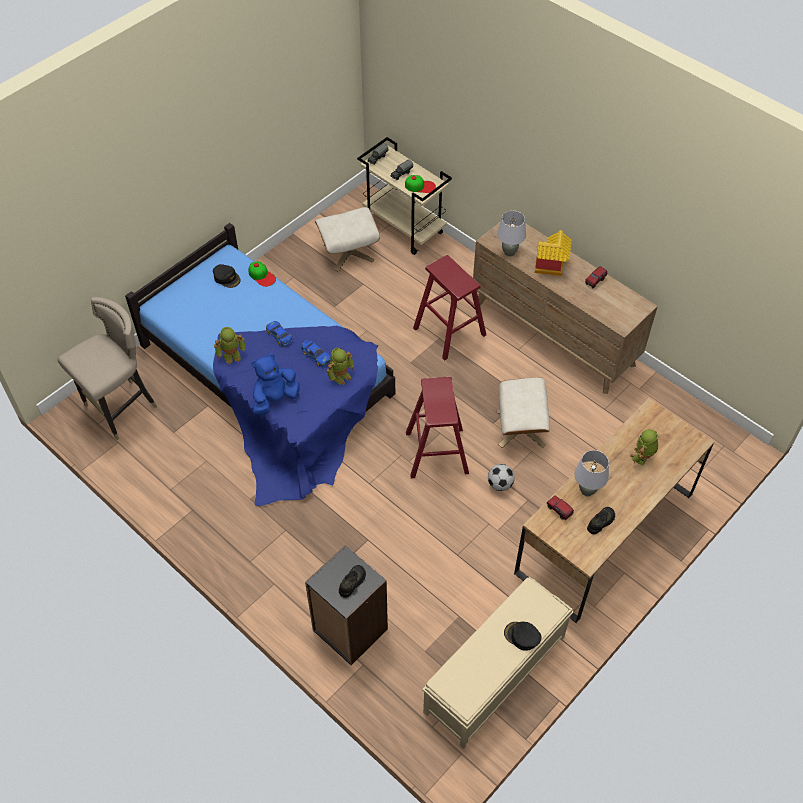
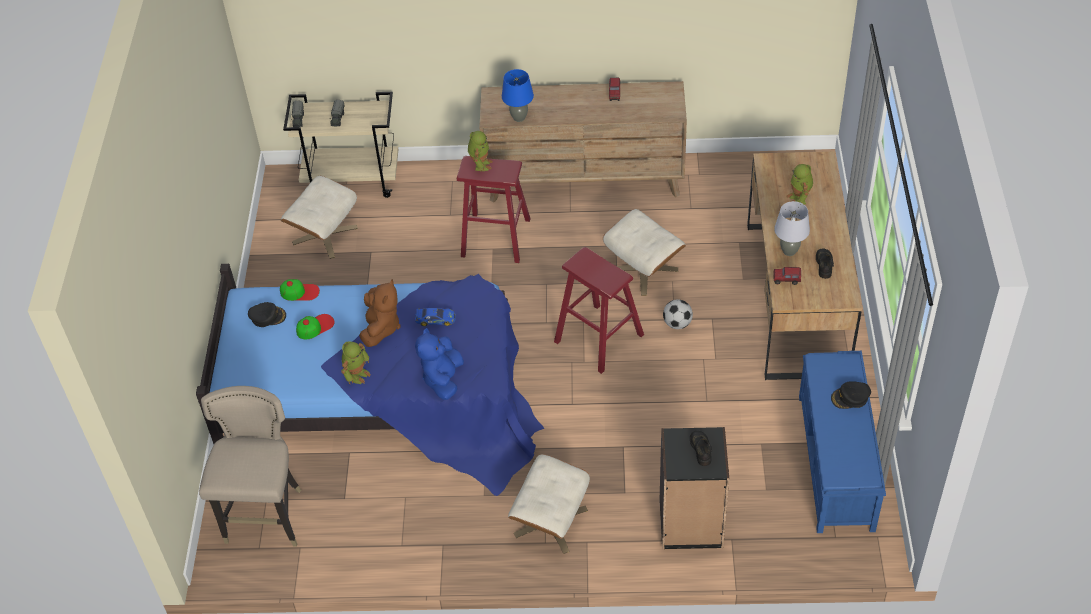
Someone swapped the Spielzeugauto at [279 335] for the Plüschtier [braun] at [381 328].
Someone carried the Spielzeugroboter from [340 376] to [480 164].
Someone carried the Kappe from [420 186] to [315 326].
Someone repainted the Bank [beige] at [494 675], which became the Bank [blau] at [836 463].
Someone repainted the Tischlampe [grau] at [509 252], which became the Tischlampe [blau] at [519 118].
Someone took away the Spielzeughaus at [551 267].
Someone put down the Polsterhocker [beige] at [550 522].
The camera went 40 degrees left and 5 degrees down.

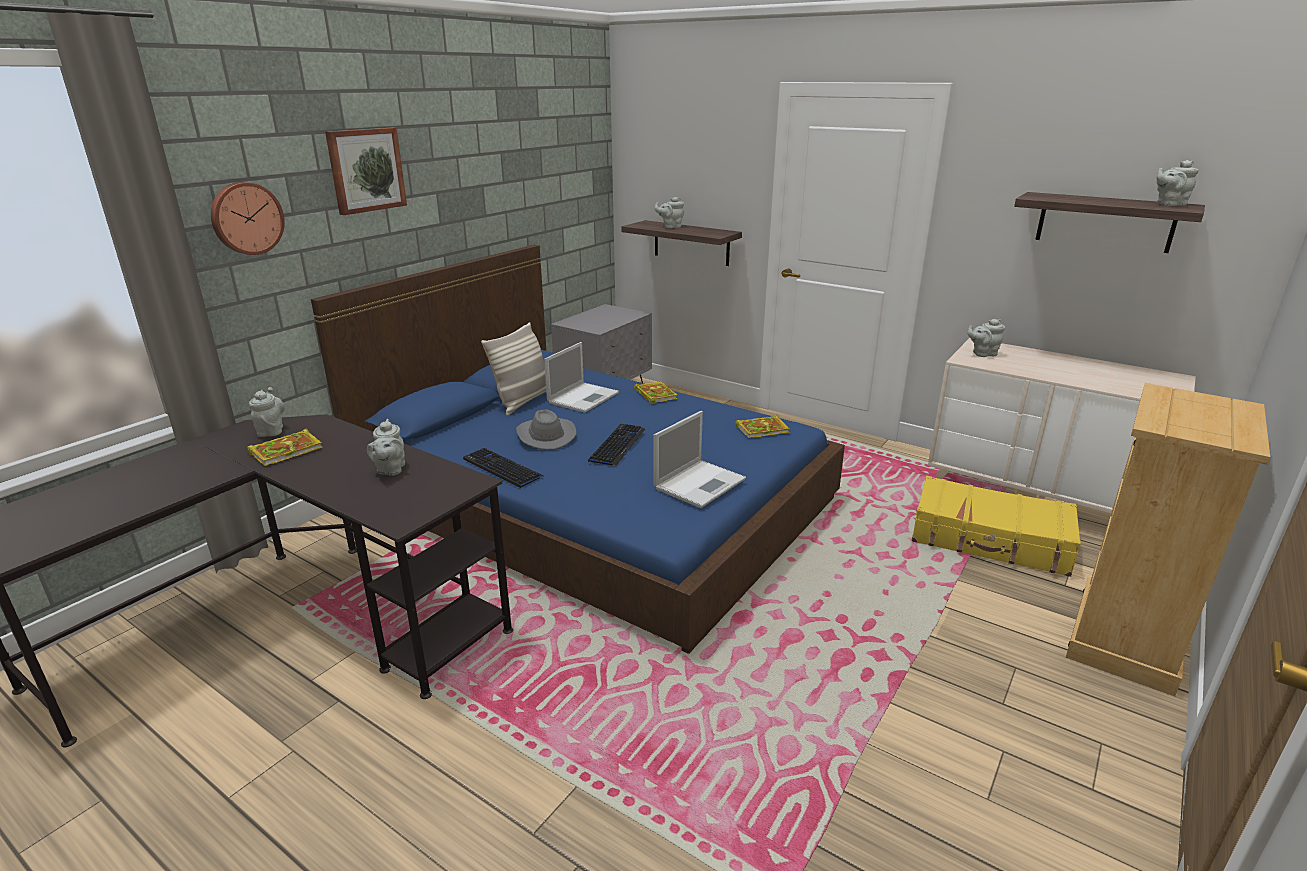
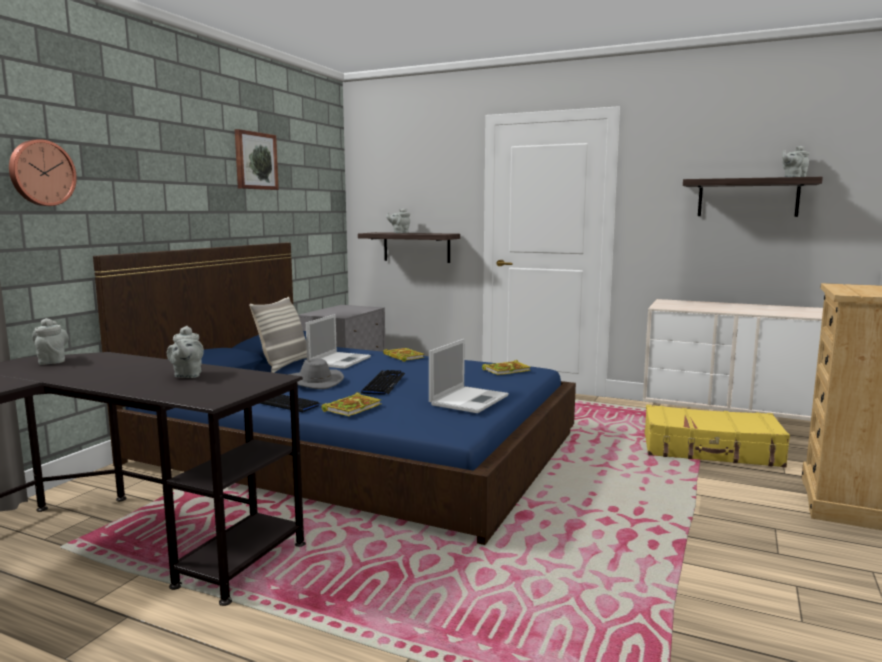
Someone carried the Buch from [288 450] to [353 407].
Someone carried the Bild from [366 170] to [255 161].
Someone took away the Teekanne [grau] at [982 354].
The camera went 10 degrees left and 15 degrees down.

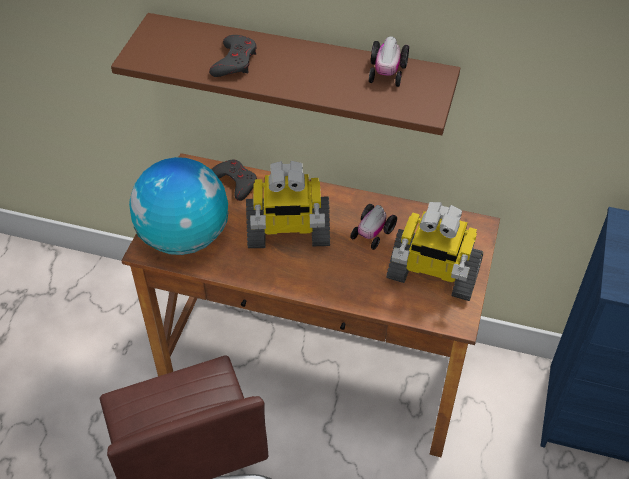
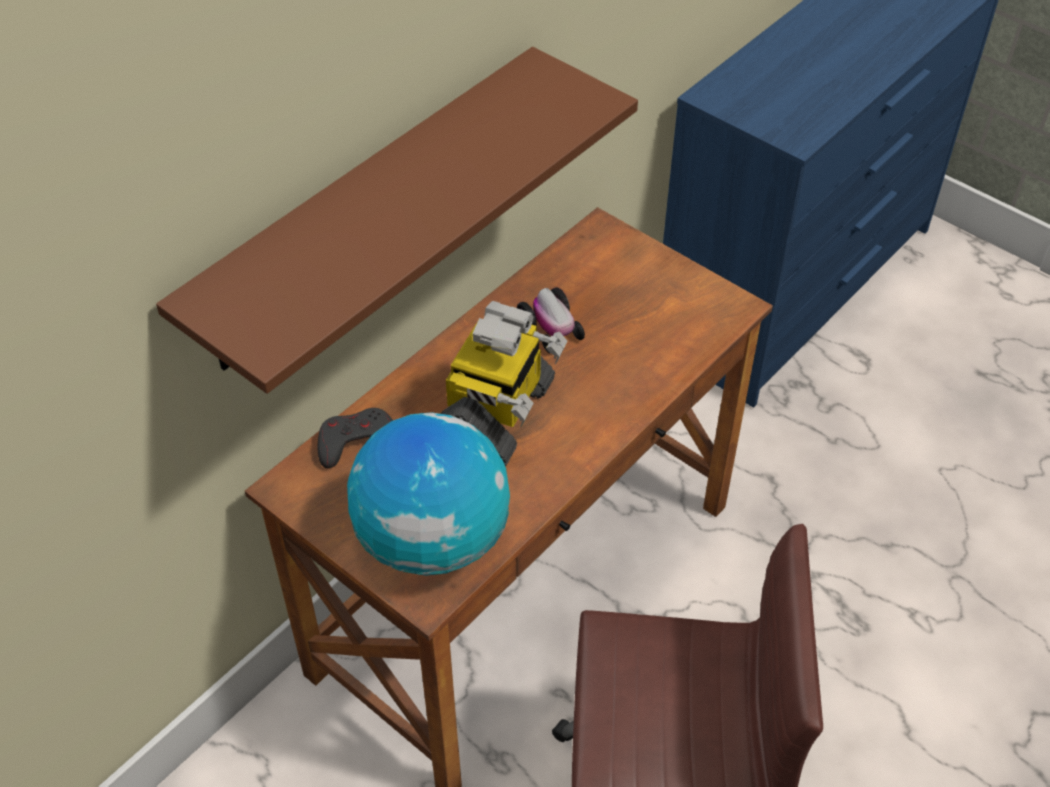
Someone took away the Gamepad [grau] at [235 61].
Someone took away the Spielzeugauto at [387 72].
Someone took away the Spielzeugroboter at [432 274].
The camera went 65 degrees left and 0 degrees up.

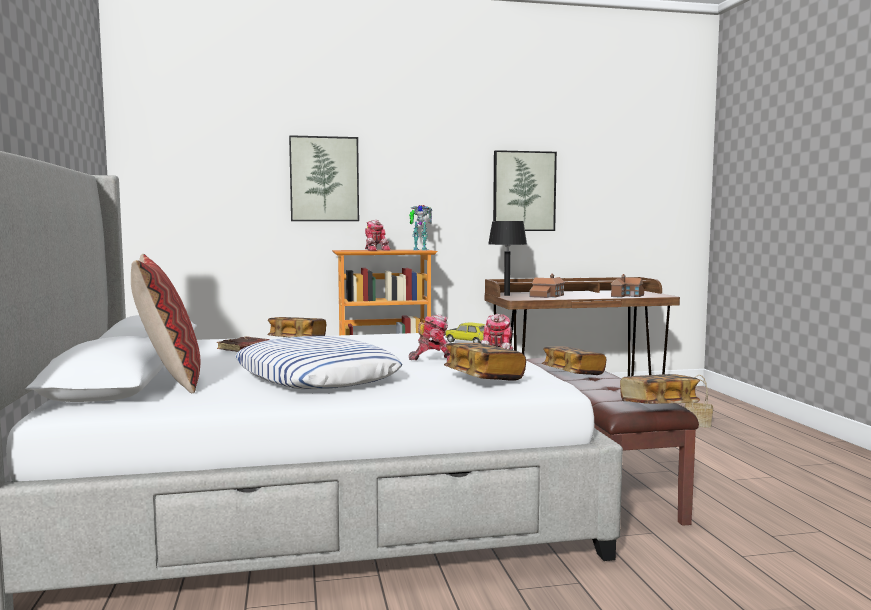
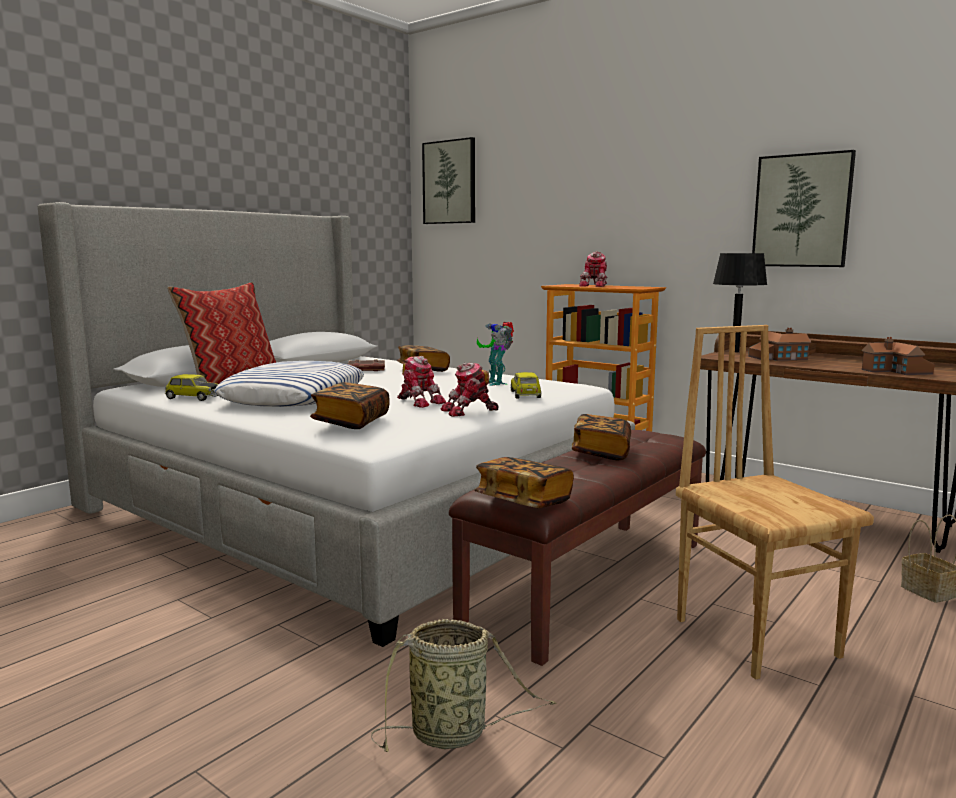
Someone carried the Bild from [324 179] to [450 182].
Someone carried the Spielzeugroboter from [419 249] to [496 383].
Someone put down the Spielzeugauto at [193 397].
Someone put down the Korb at [454 733].
Someone put down the Stuhl [braun] at [757 636].
The camera went 50 degrees right and 5 degrees up.

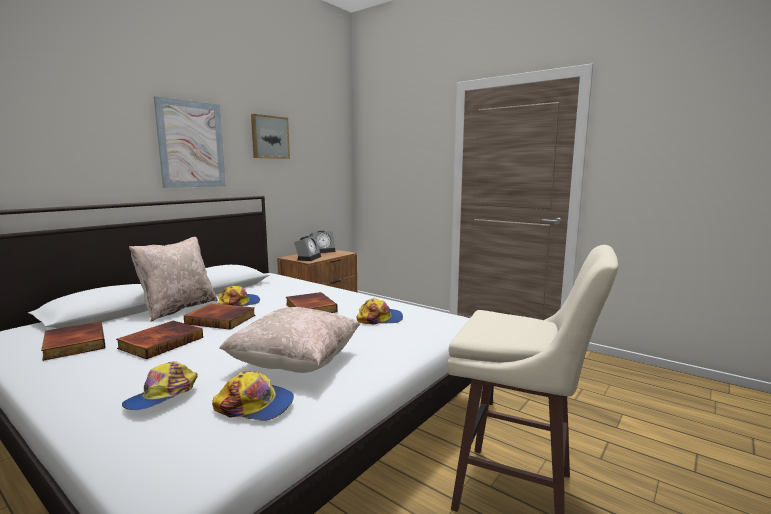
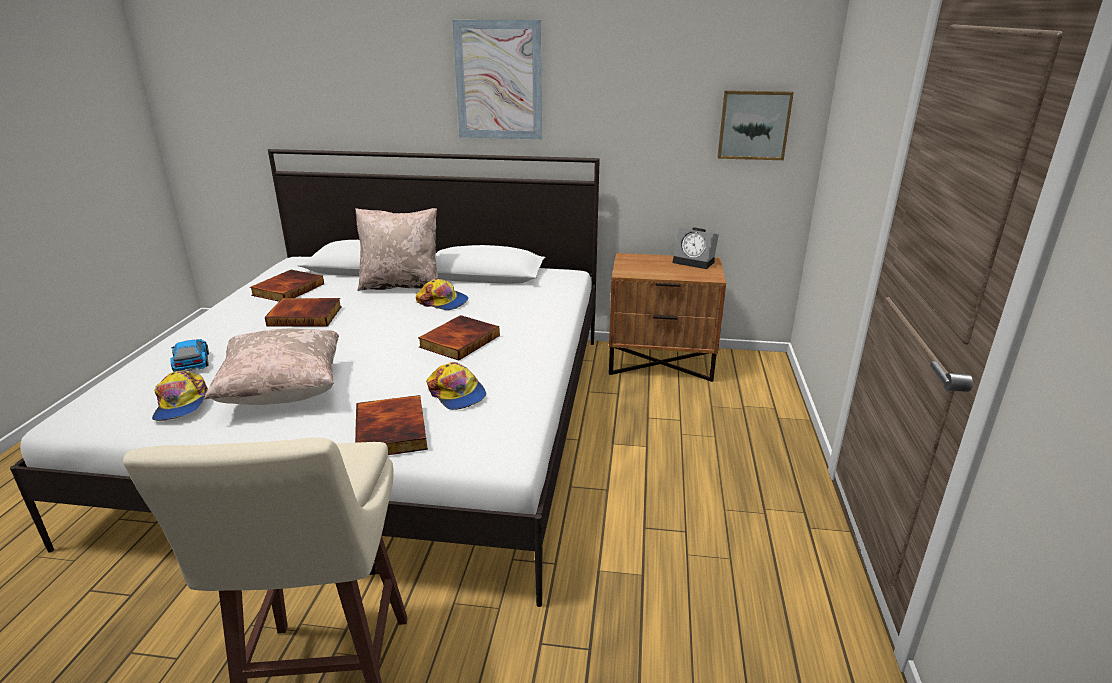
Someone swapped the Kappe at [162 396] for the Spielzeugauto at [192 362].
Someone carried the Buch from [222 319] to [393 431].
Someone carried the Bild from [269 137] to [753 125].
Someone took away the Wecker at [308 258].
The camera went 60 degrees right and 15 degrees up.

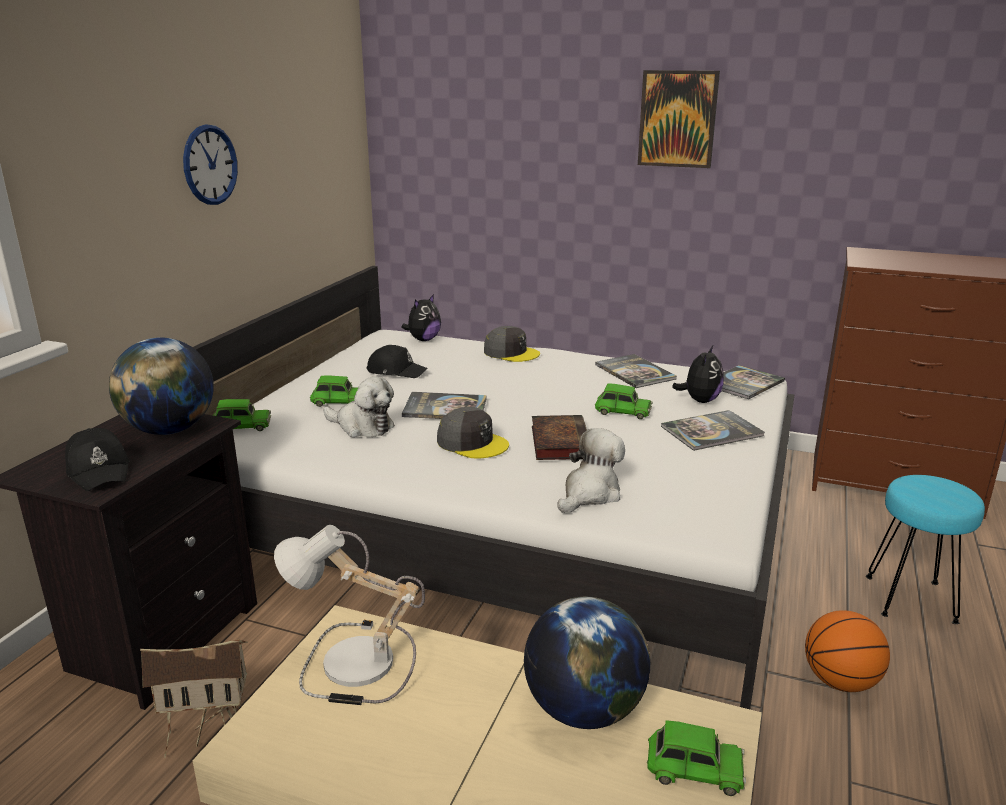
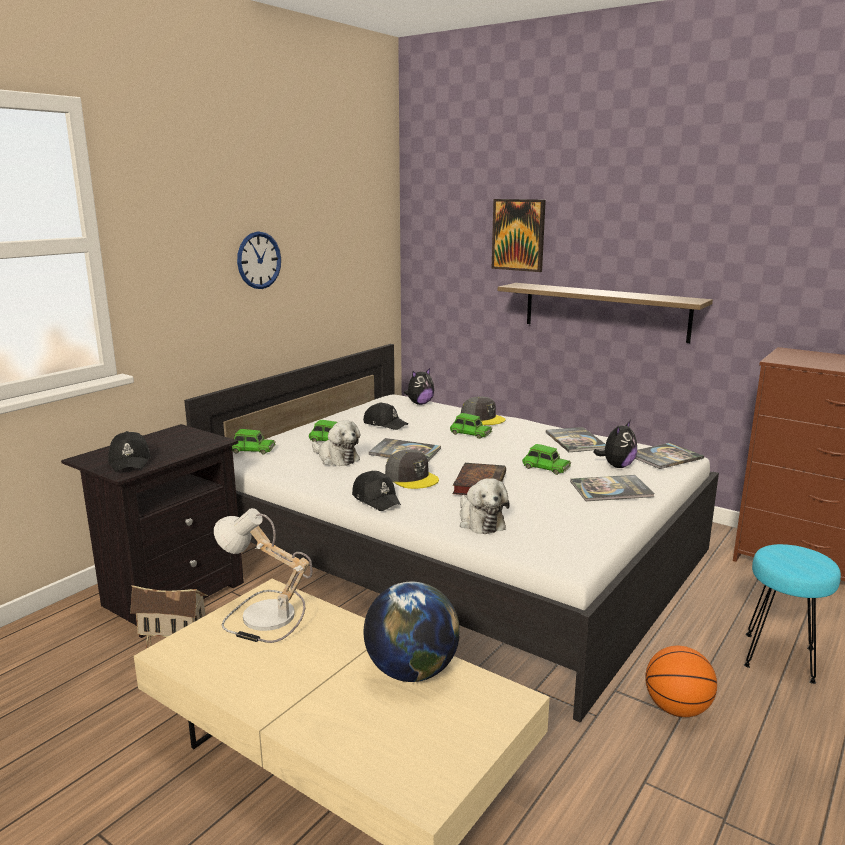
Someone took away the Globus at [170 430].
Someone rotated the Plüschtier at [590 494] by 105 degrees clockwise.
Someone carried the Bild from [677 119] to [518 235].
Someone carried the Spielzeugauto [grün] from [694 768] to [470 433].
Someone put down the Kappe [schwarz] at [376 499].
Someone put up the Wandregal at [605 311].
The camera went 15 degrees right and 5 degrees down.

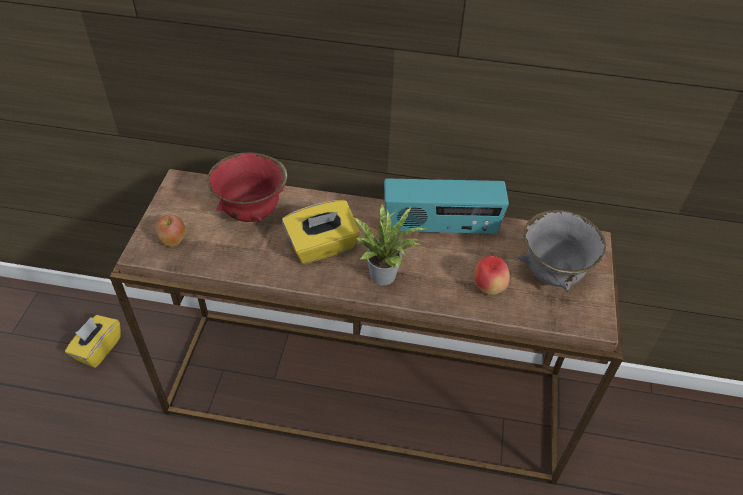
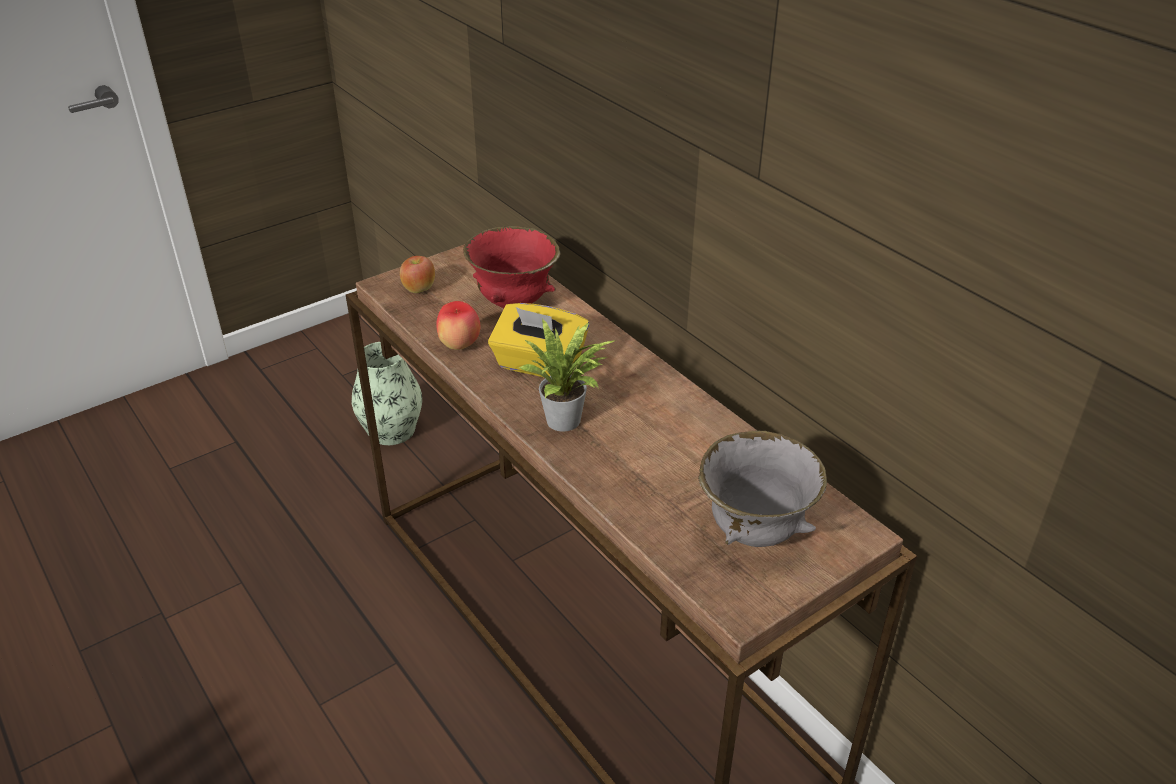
Someone swapped the Taschentuchbox [gelb] at [98 349] for the Vase at [391 430].
Someone took away the Radio at [440 228].
Someone carried the Apfel from [488 288] to [459 345].
The camera went 45 degrees right and 10 degrees down.

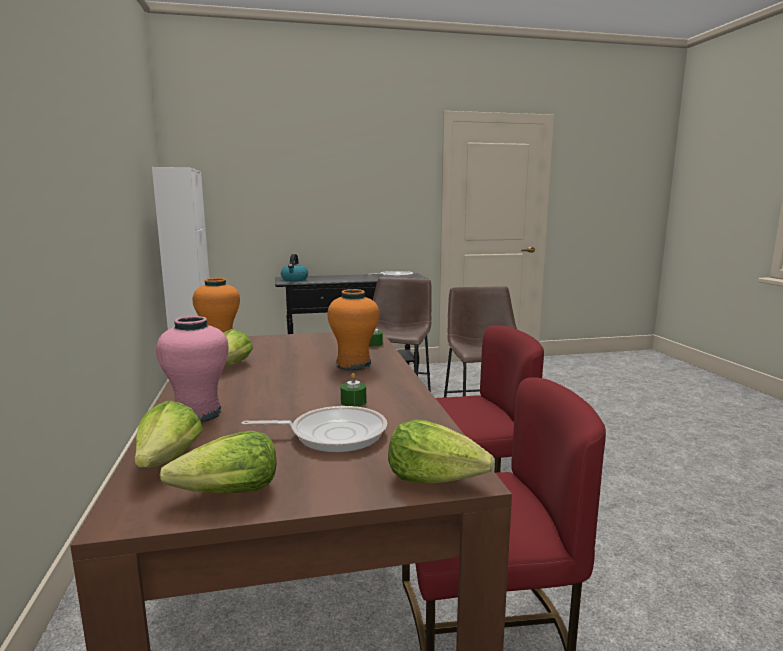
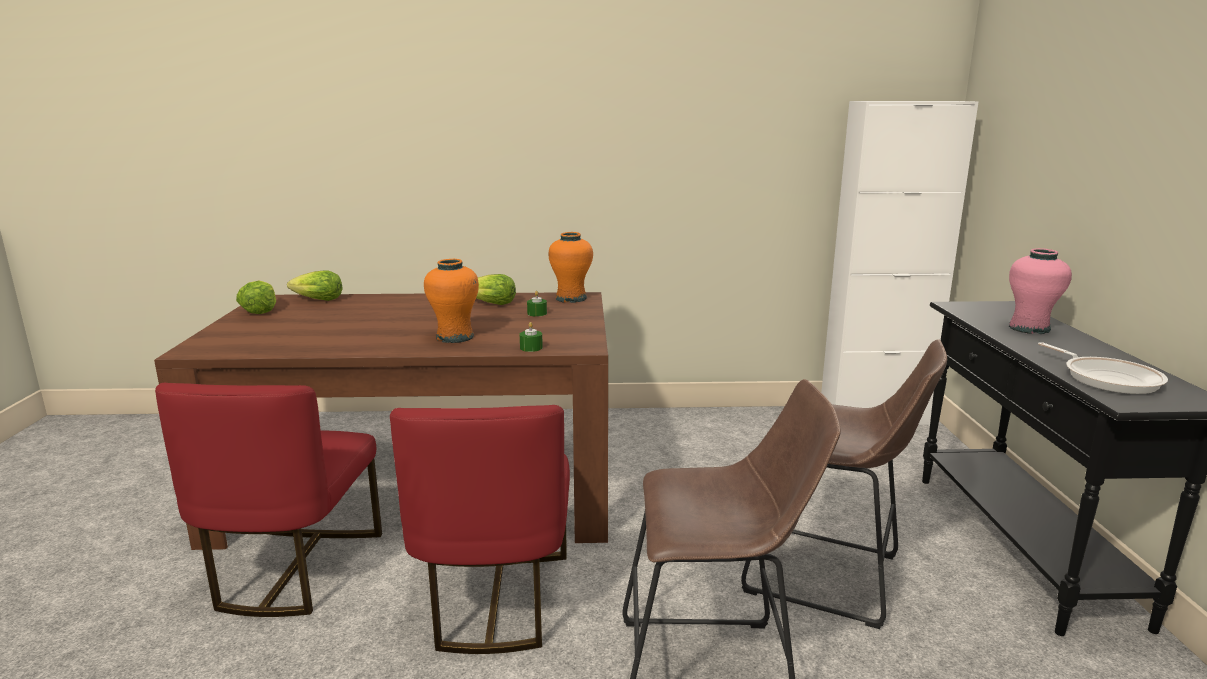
Someone carried the Vase [rosa] from [197 414] to [1029 328].
Someone took away the Pfanne at [333 434].
Someone took away the Wasserkessel at [294 279].
Someone carried the Kerze [grün] from [353 402] to [537 313].
Someone took away the Salatkopf at [435 478].
The camera went 100 degrees right and 5 degrees up.

